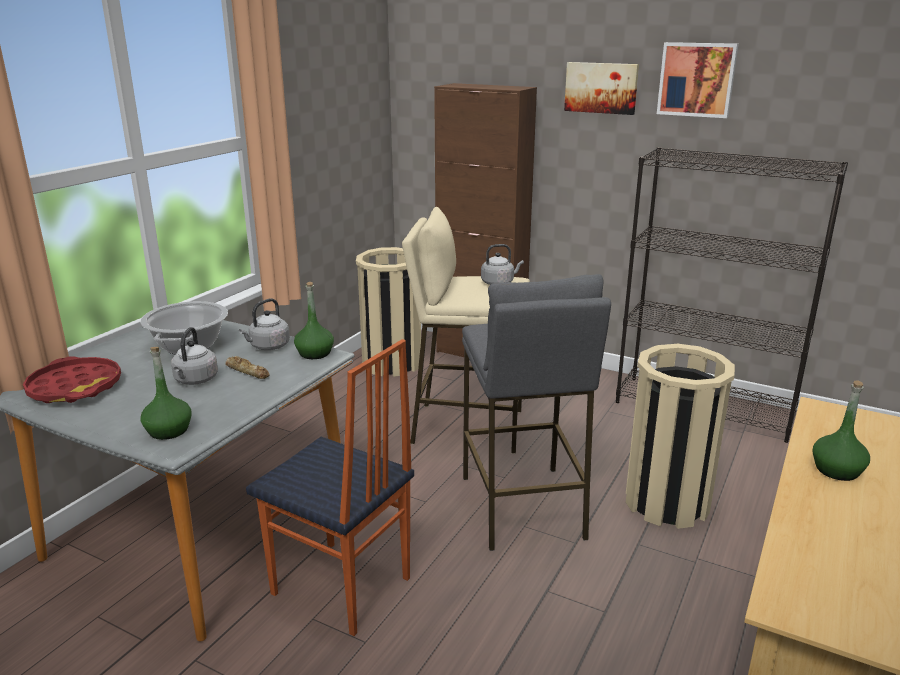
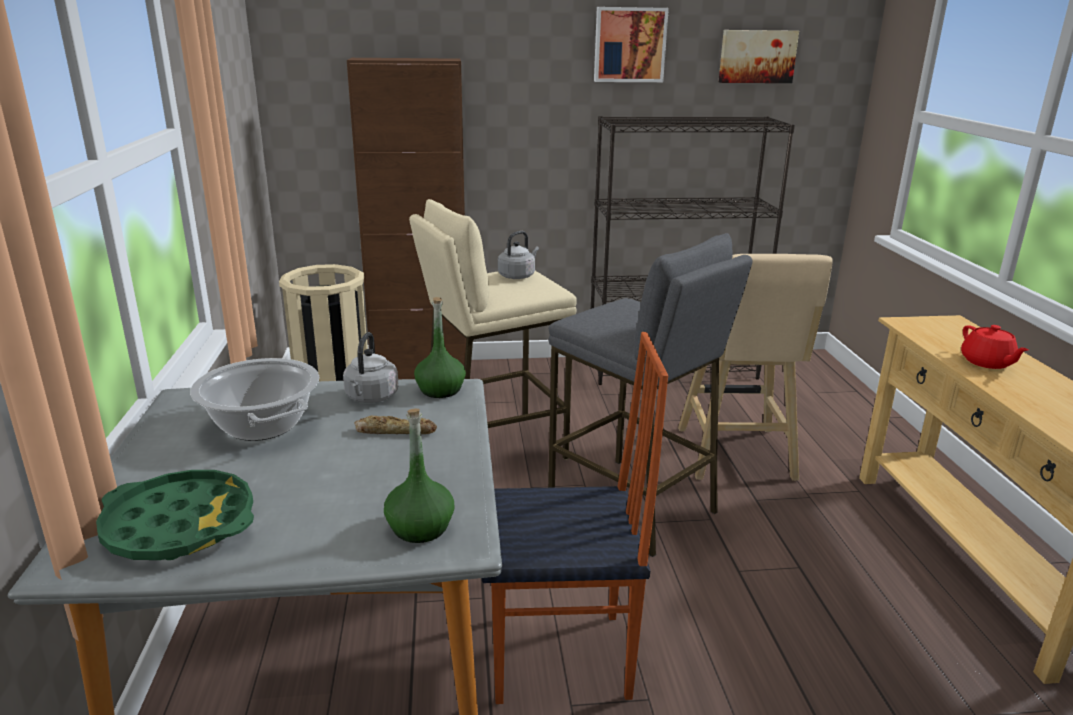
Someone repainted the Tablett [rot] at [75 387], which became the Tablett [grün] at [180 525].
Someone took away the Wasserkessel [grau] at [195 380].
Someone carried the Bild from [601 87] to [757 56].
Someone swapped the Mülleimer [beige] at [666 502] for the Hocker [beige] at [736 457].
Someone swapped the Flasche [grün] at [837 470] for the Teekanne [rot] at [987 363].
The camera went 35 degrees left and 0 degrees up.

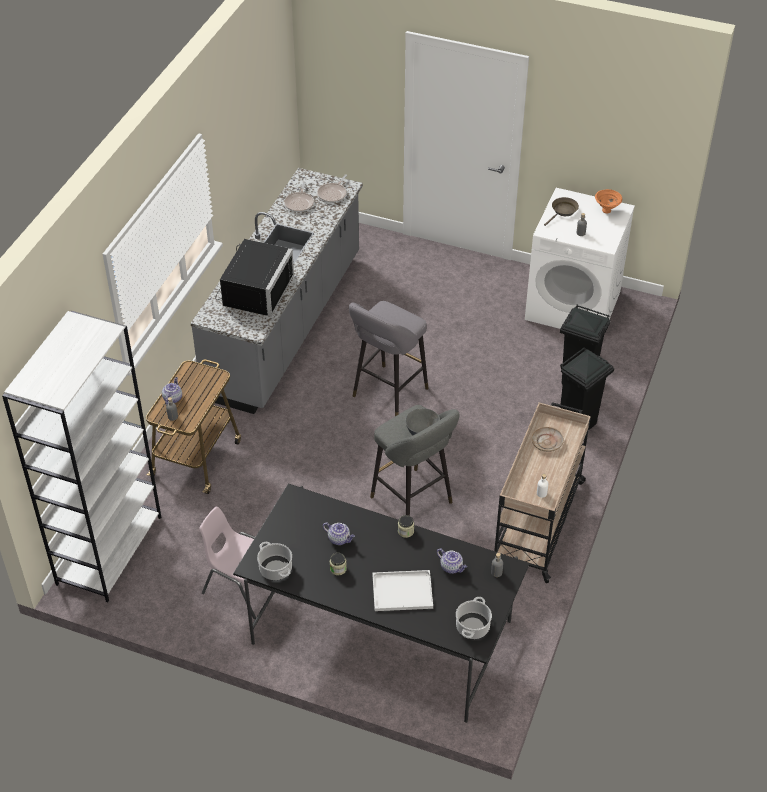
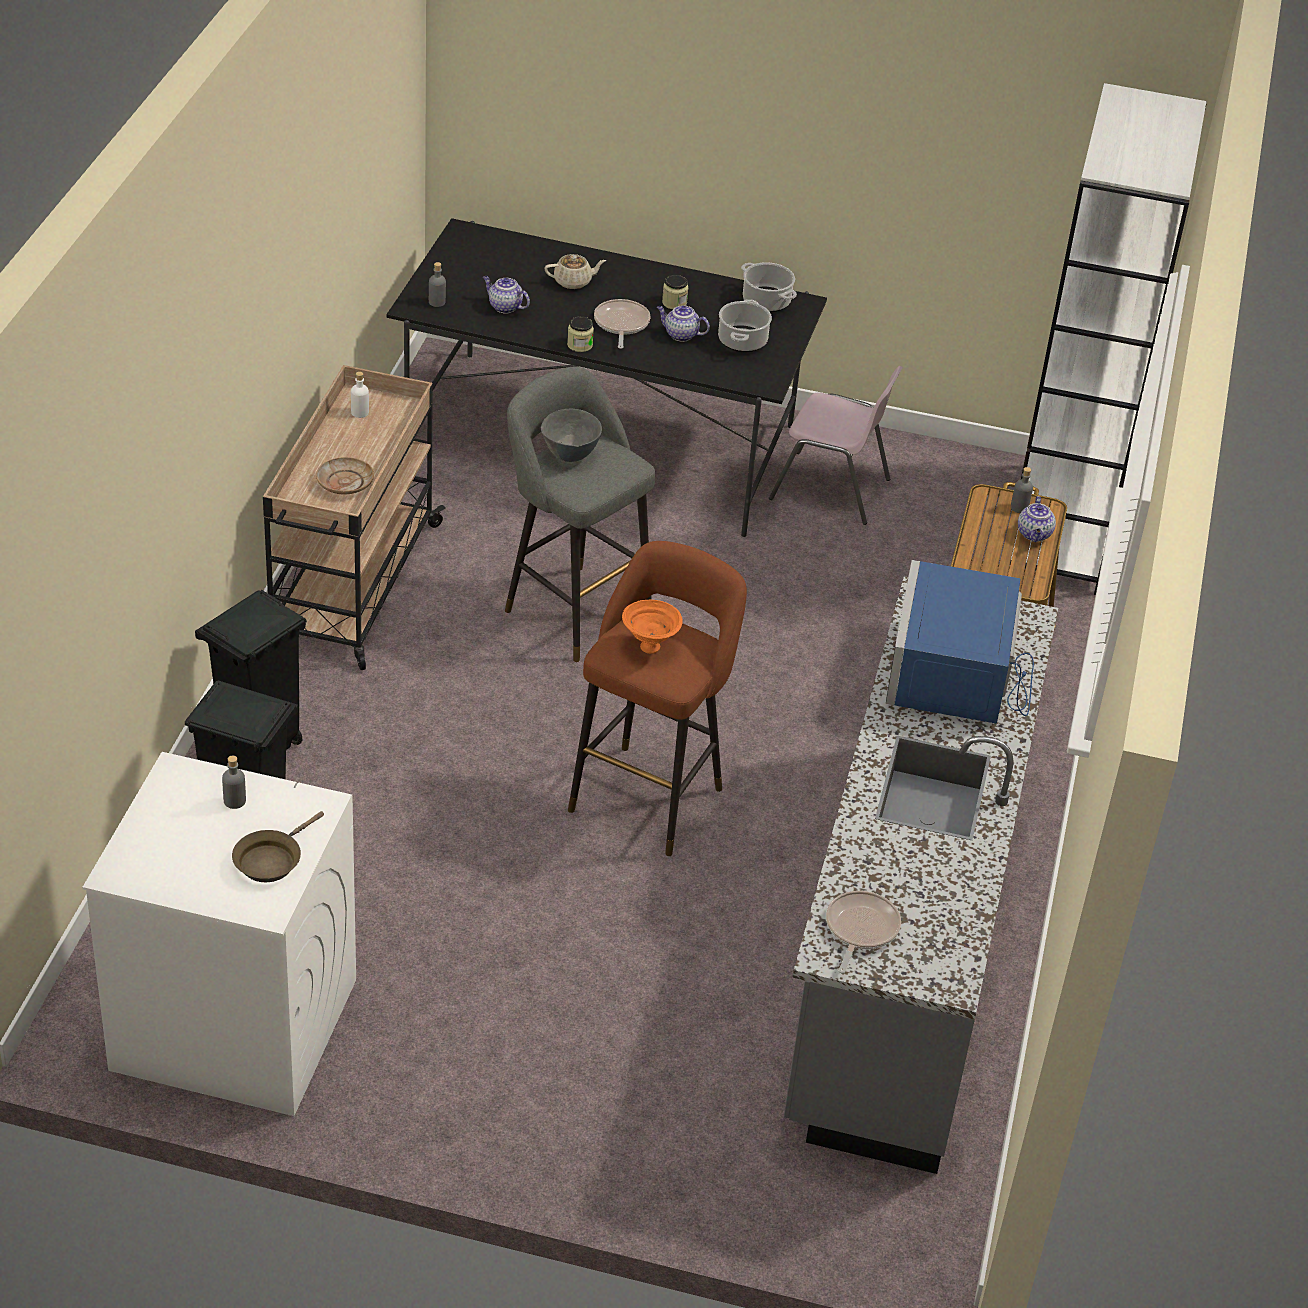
Someone repainted the Mikrowelle [schwarz] at [253 290], which became the Mikrowelle [blau] at [959 675].
Someone carried the Pfanne from [299 203] to [621 324].
Someone repainted the Hocker [grau] at [387 394], which became the Hocker [braun] at [650 794].
Someone swapped the Tablett [weiß] at [403 591] for the Teekanne [beige] at [573 282].
Someone carried the Kochtopf from [472 627] to [742 340].
Someone carried the Schüssel [orange] from [607 211] to [649 646].
The camera went 170 degrees right and 5 degrees down.

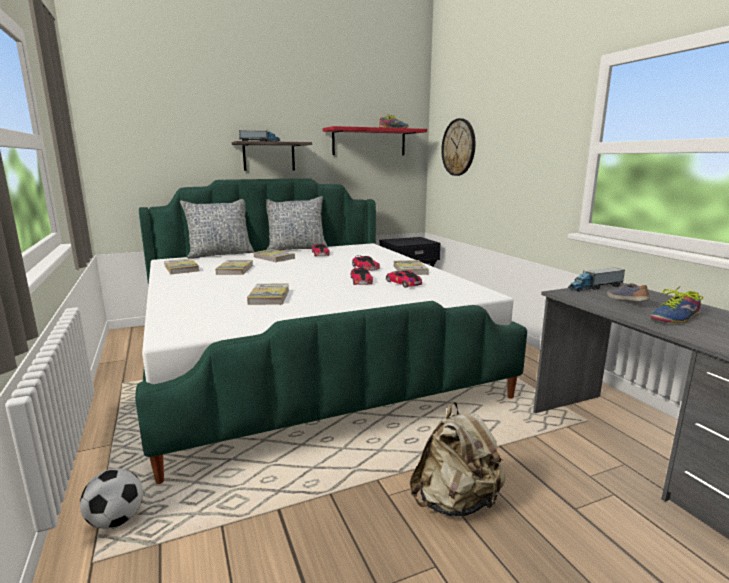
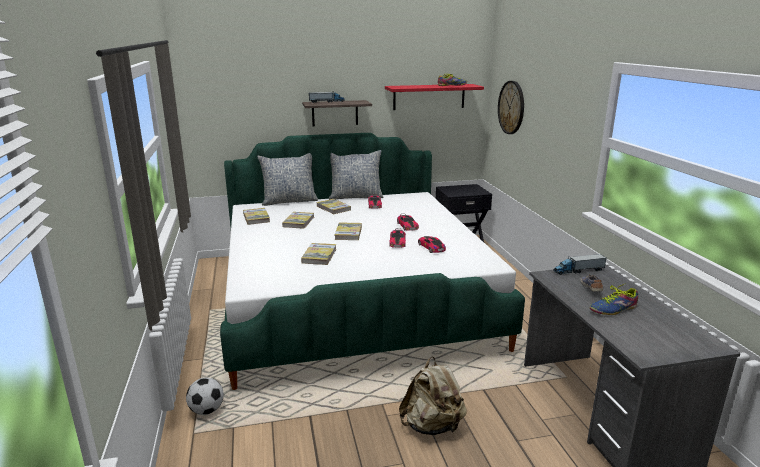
Someone carried the Buch from [410 270] to [348 233].
The camera went 10 degrees right and 5 degrees up.

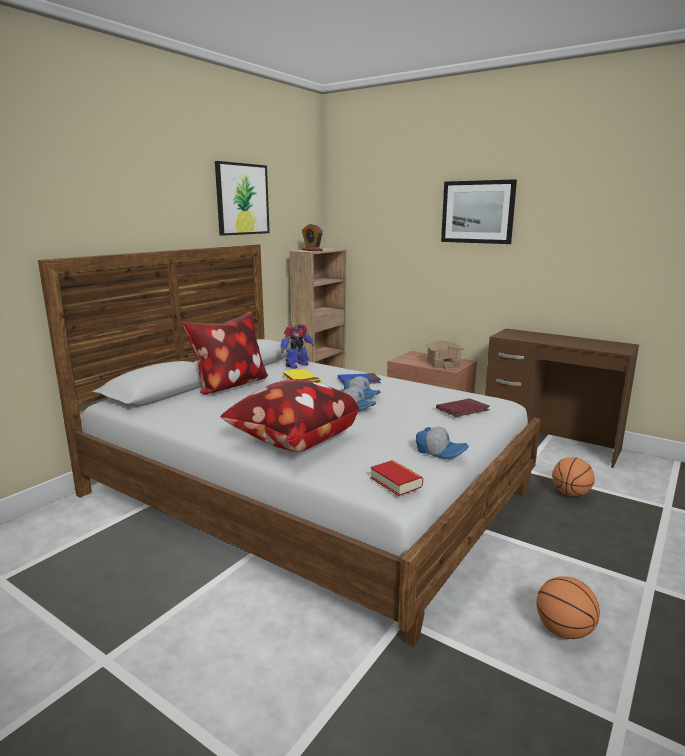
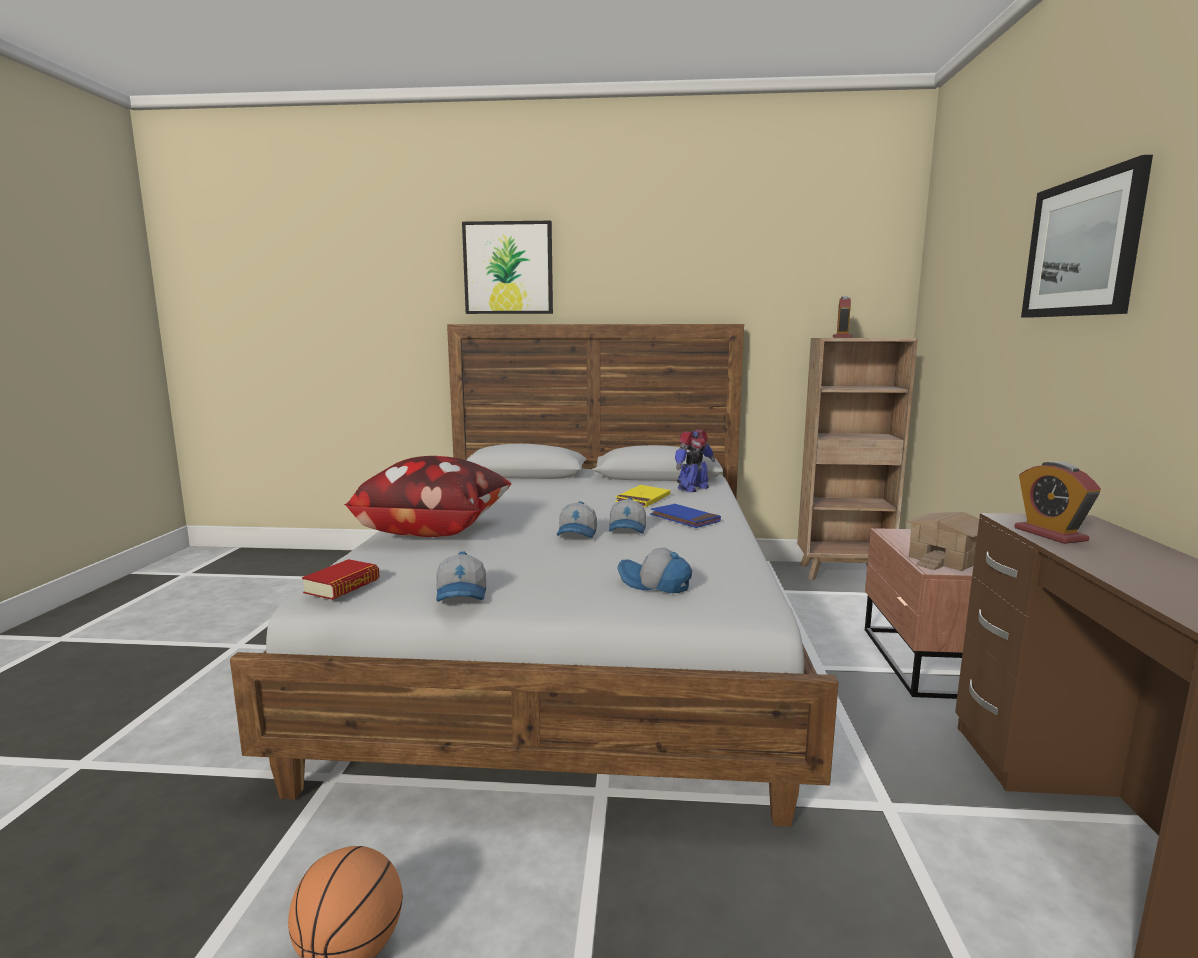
Someone took away the Kissen at [229 386].
Someone carried the Bild from [242 199] to [508 268].
Someone rotated the Spielzeugroboter at [296 365] by 60 degrees counterclockwise.
Someone swapped the Buch [rot] at [462 410] for the Kappe at [654 584].
Someone took away the Basketball at [570 494].
Someone put down the Wecker at [1050 534].
The camera went 60 degrees right and 5 degrees down.

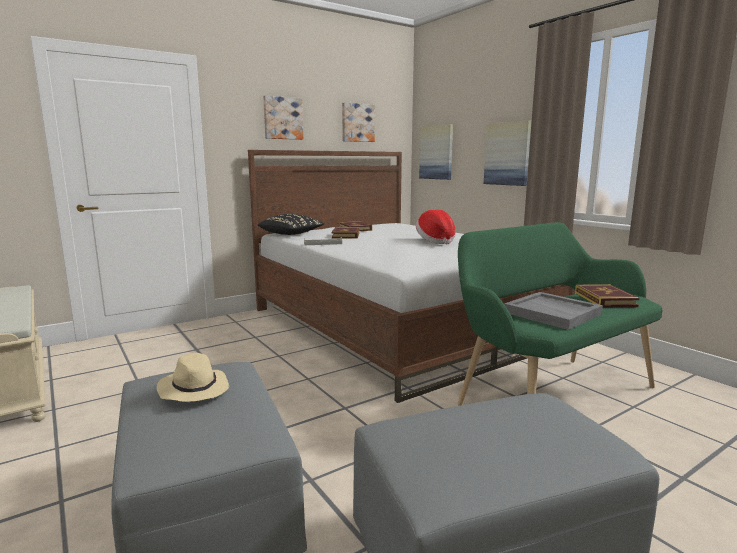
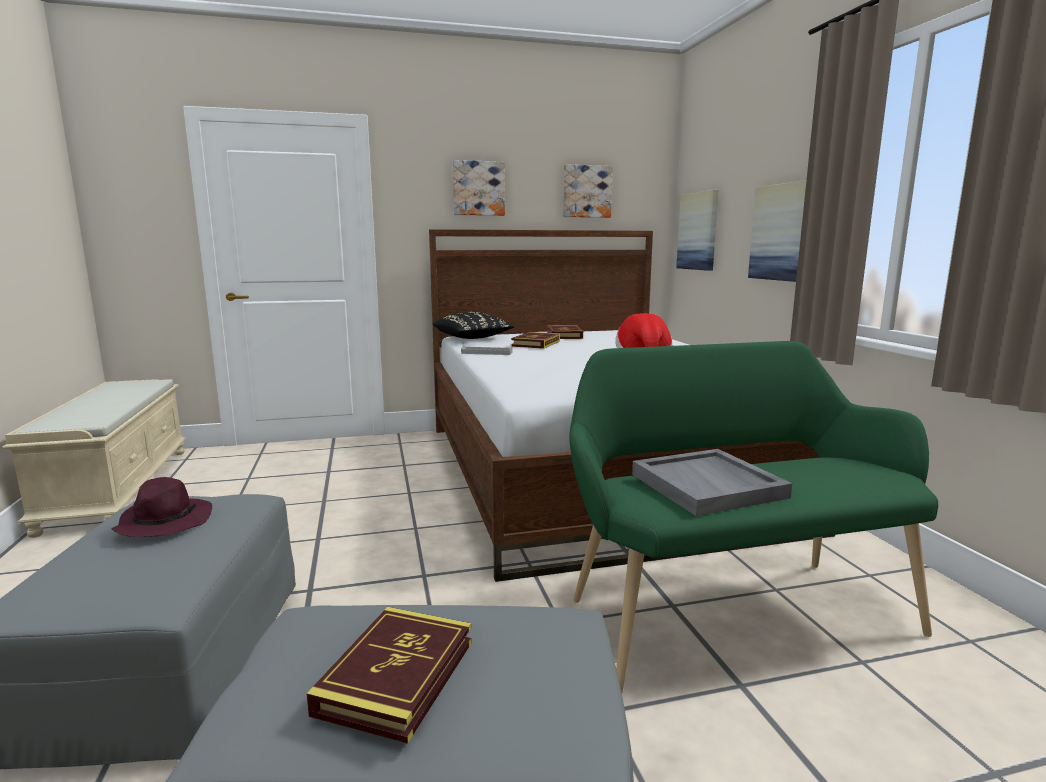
Someone repainted the Hut [beige] at [194 390], which became the Hut [lila] at [164 522].
Someone carried the Buch from [605 299] to [396 677].
The camera went 20 degrees right and 0 degrees up.

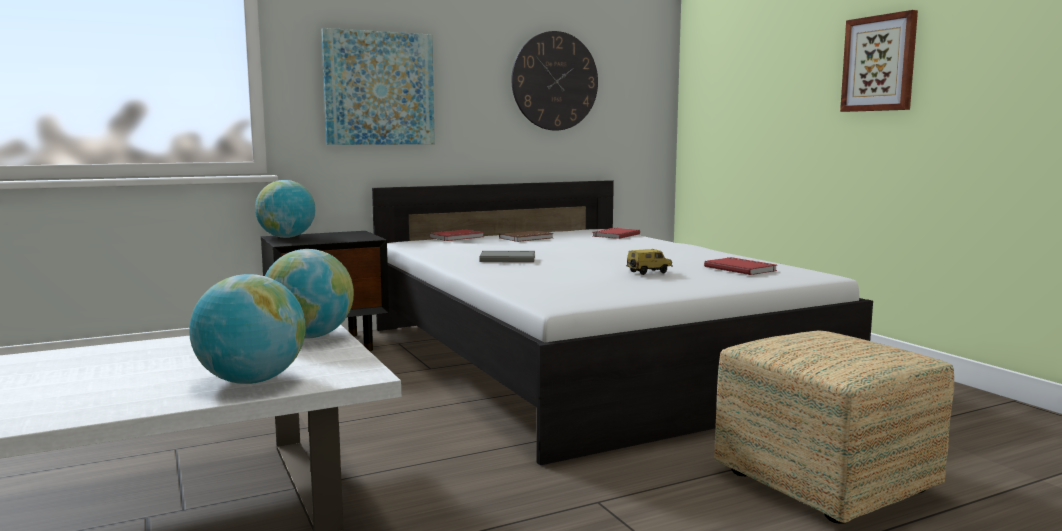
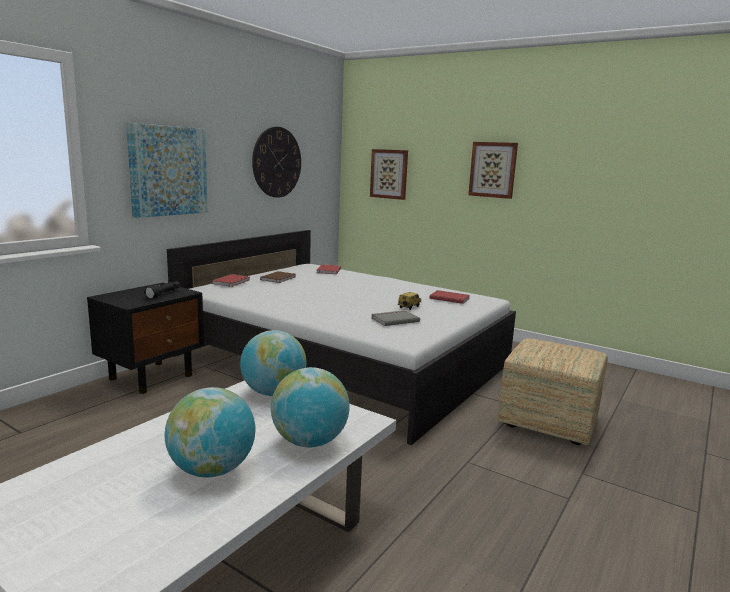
Someone carried the Globus from [287 237] to [212 470].
Someone carried the Buch [grau] from [507 259] to [394 319].
Someone put down the Taschenlampe [schwarz] at [164 294].
Someone put up the Bild at [389 174].
The camera went 30 degrees left and 5 degrees up.

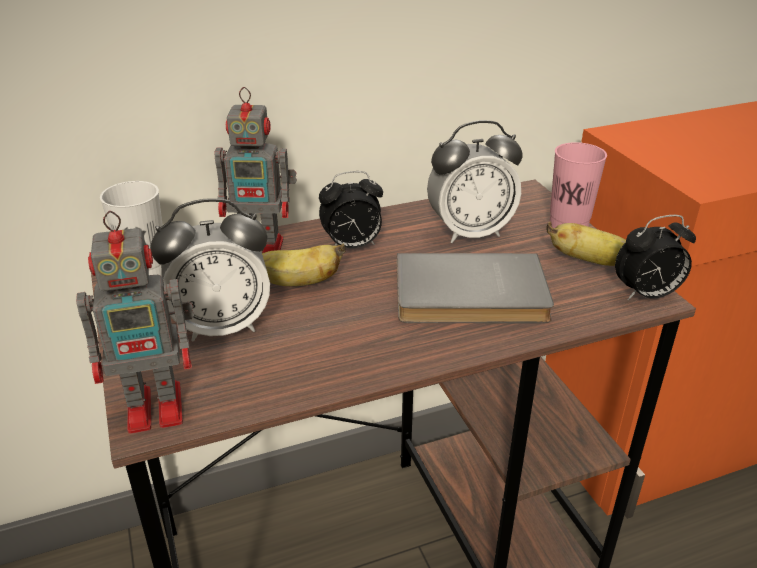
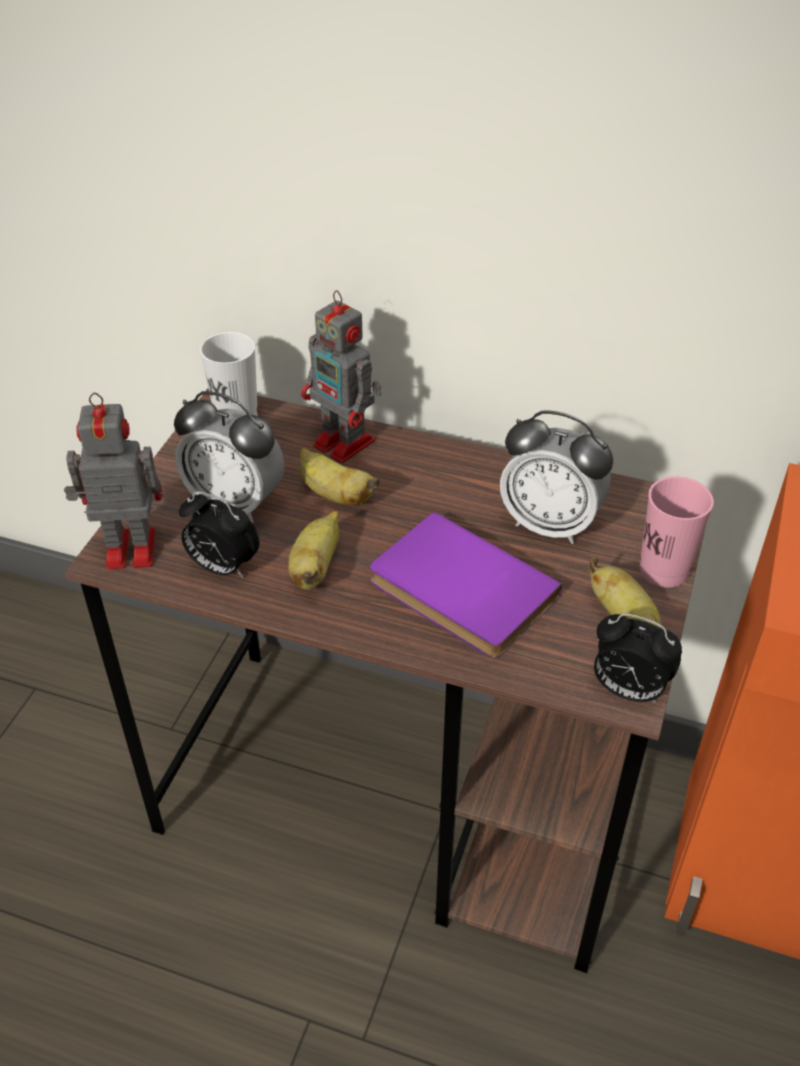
Someone rotated the Spielzeugroboter at [159 406] by 150 degrees clockwise.
Someone carried the Wecker from [352 246] to [222 567].
Someone repainted the Buch [grau] at [471 296], which became the Buch [lila] at [459 592].
Someone put down the Banane at [316 567].
The camera went 40 degrees right and 10 degrees up.

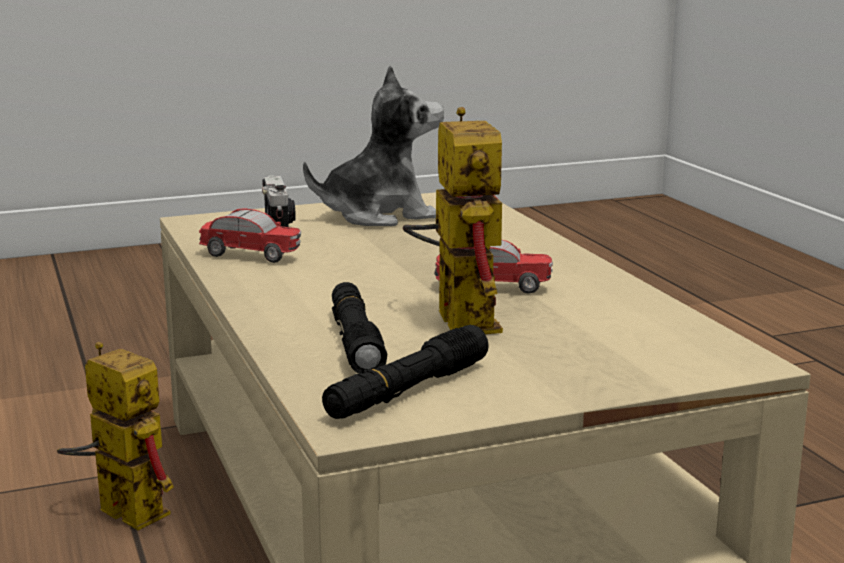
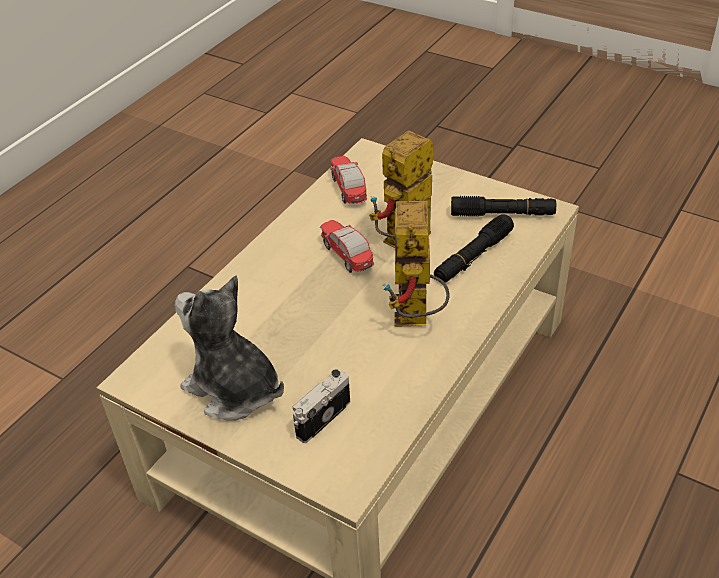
Someone carried the Spielzeugroboter from [119 511] to [416 319].
Someone carried the Spielzeugauto from [250 255] to [348 190].
The camera went 125 degrees left and 25 degrees up.

